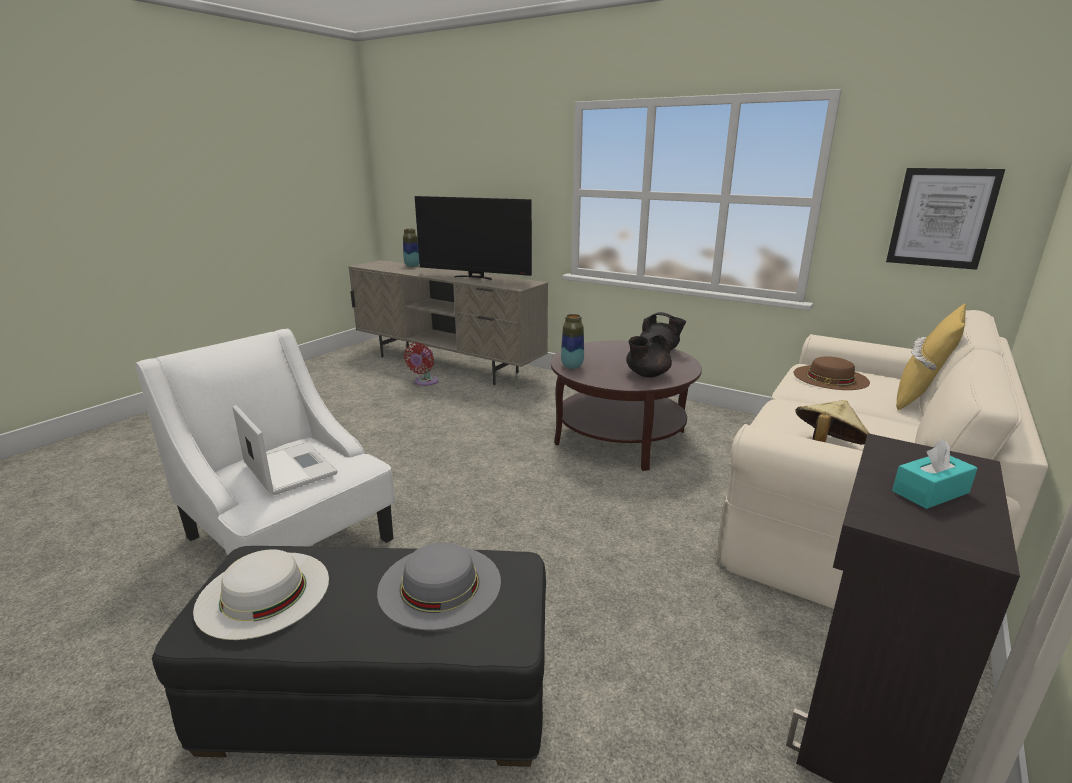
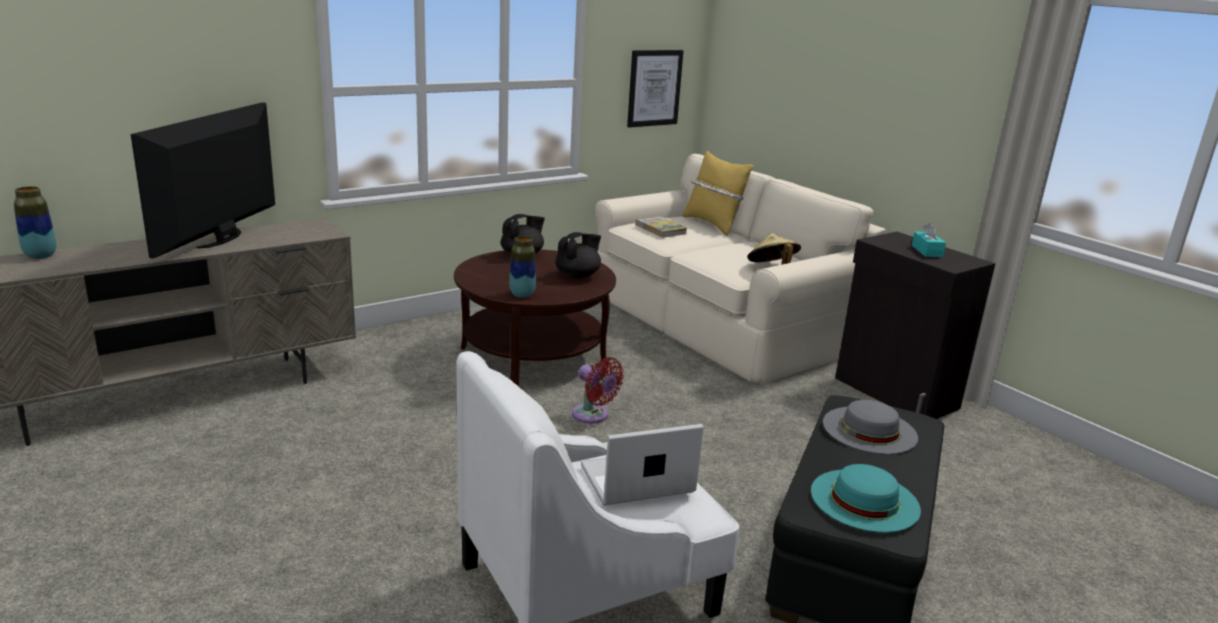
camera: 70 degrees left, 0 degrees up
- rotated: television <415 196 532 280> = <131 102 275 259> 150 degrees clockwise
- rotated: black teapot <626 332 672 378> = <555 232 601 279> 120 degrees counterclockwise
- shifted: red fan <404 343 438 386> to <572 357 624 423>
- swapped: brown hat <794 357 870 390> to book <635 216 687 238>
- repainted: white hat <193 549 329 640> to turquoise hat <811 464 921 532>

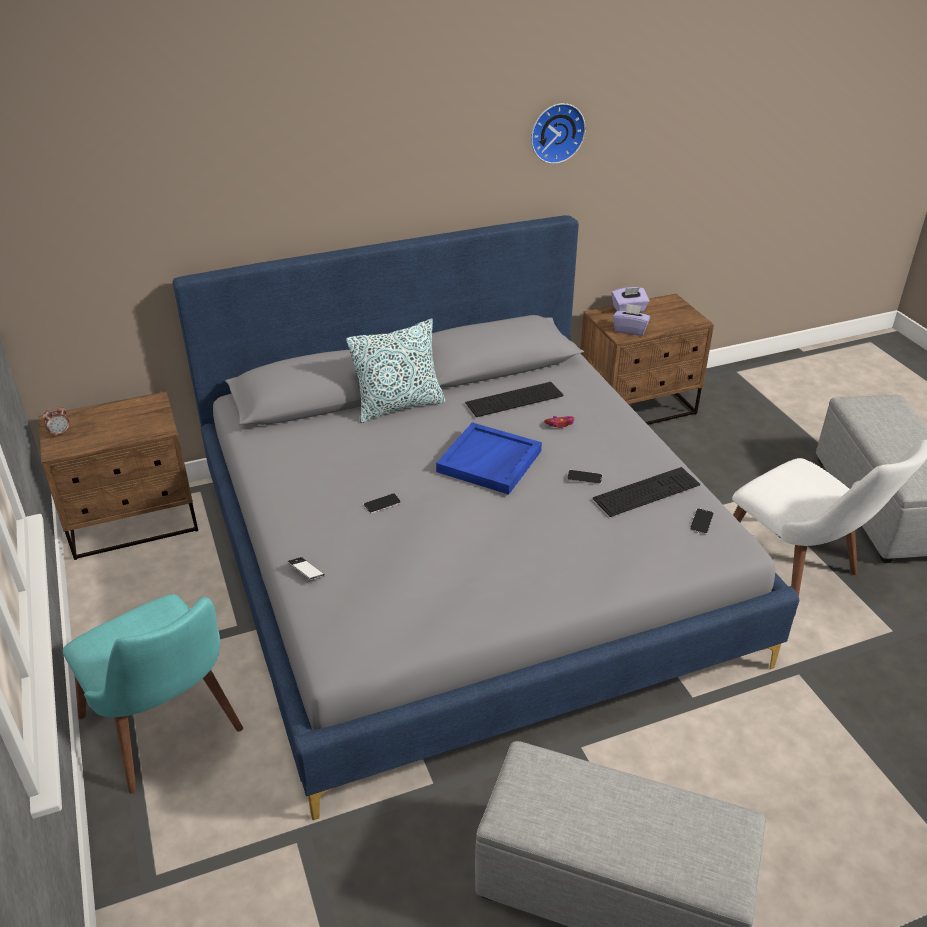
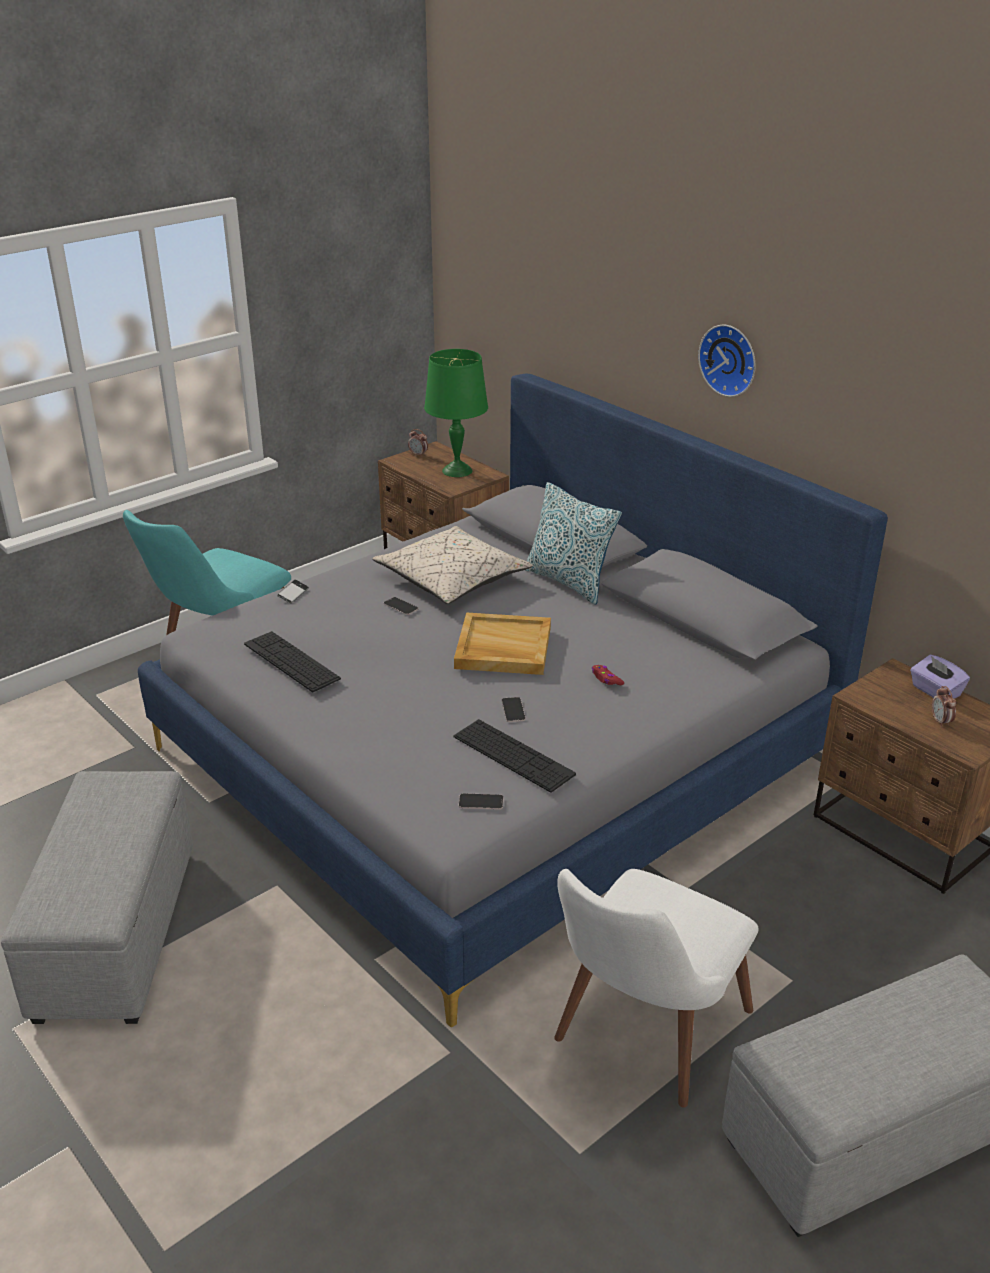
camera: 70 degrees right, 5 degrees down
- shifted: keyboard <465 382 563 417> to <244 631 341 692>
- new: beige pillow <372 526 533 604>
- new: green table lamp <424 349 488 477>
- repainted: blue tray <436 422 542 495> to beige tray <454 612 551 675>
- shifted: wall clock <531 103 586 164> to <698 325 756 397>
- new: alarm clock <932 686 957 727>
- gone: purple tissue box <613 304 650 336>

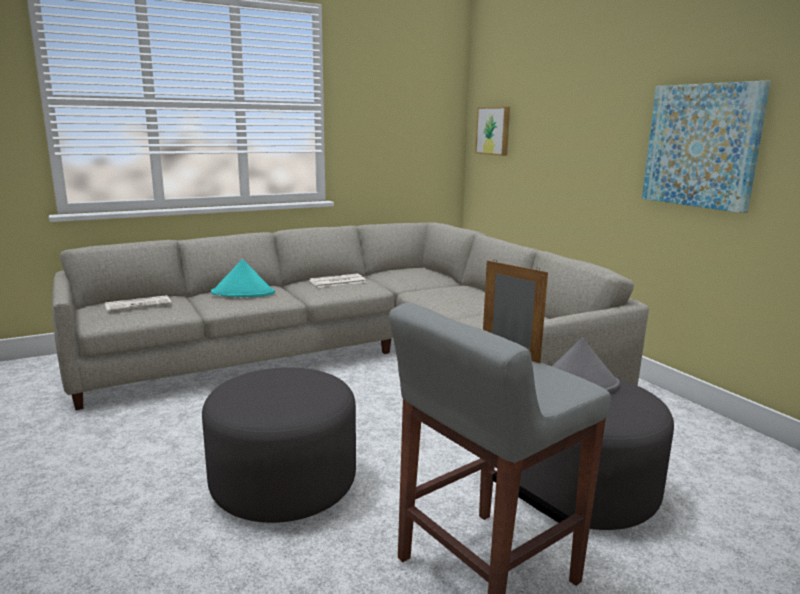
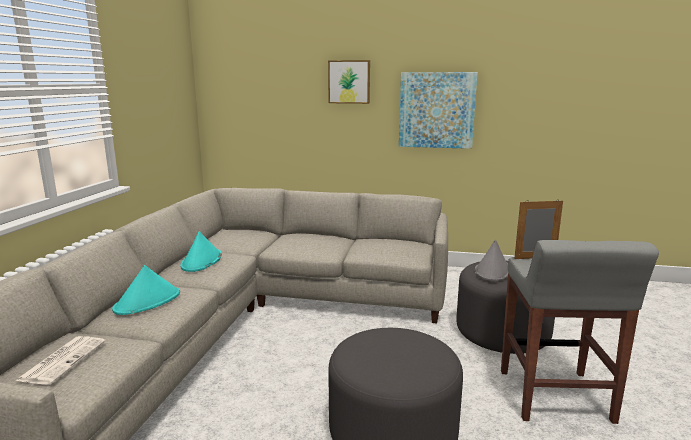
camera: 50 degrees left, 0 degrees up
- swapped: newspaper <310 274 366 287> to turquoise hat <180 231 222 272>
- shifted: picture <475 107 510 156> to <328 60 370 104>

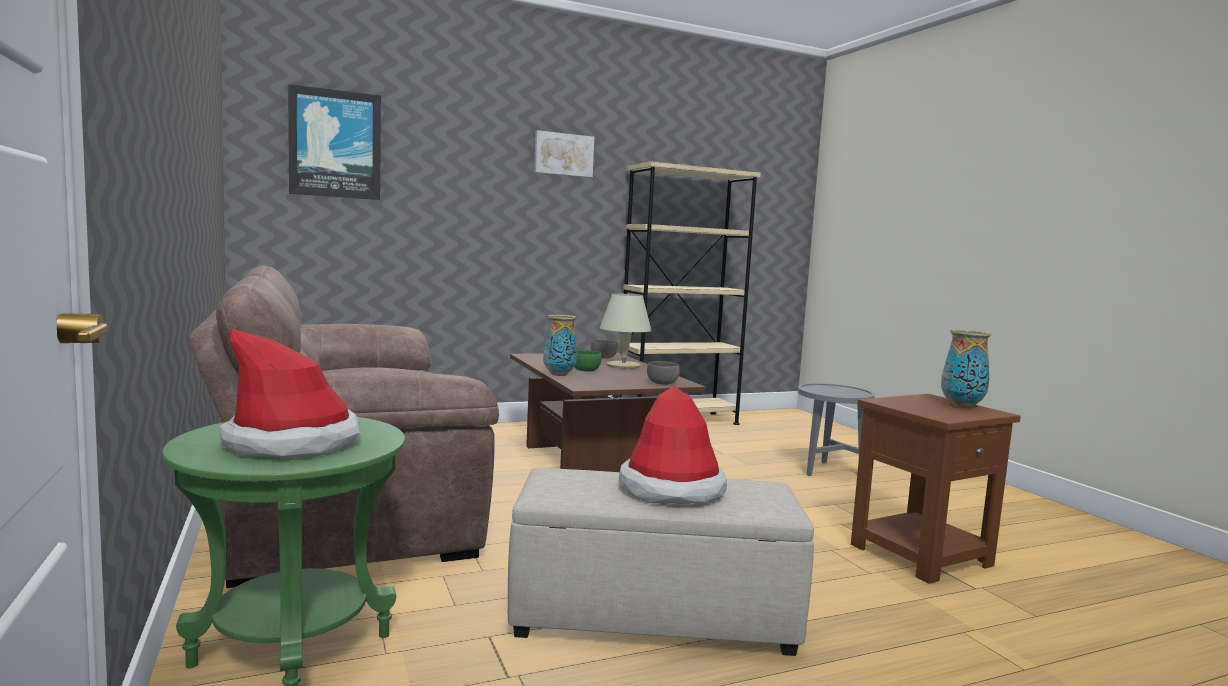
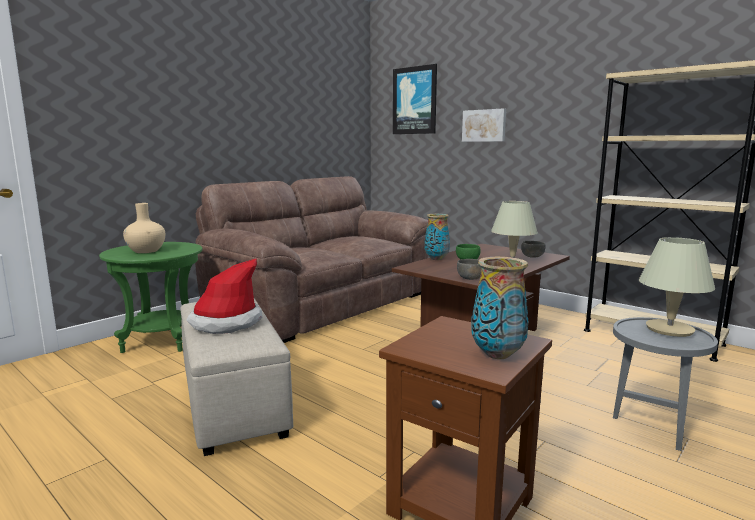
camera: 65 degrees right, 5 degrees up
- swapped: hat <220 329 360 457> to beige vase <123 203 165 253>
- shifted: picture <534 130 594 178> to <462 108 506 142>
- new: beige table lamp <639 237 715 337>

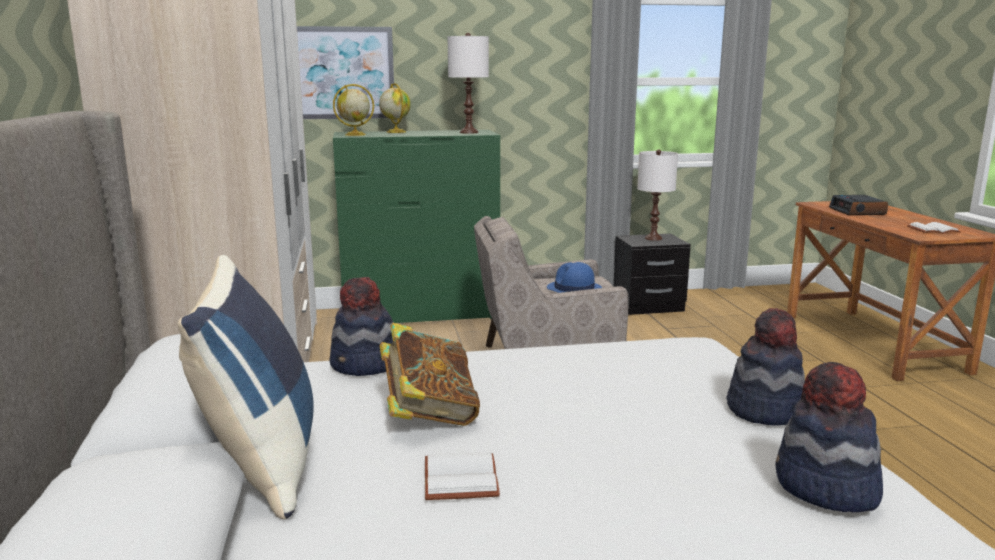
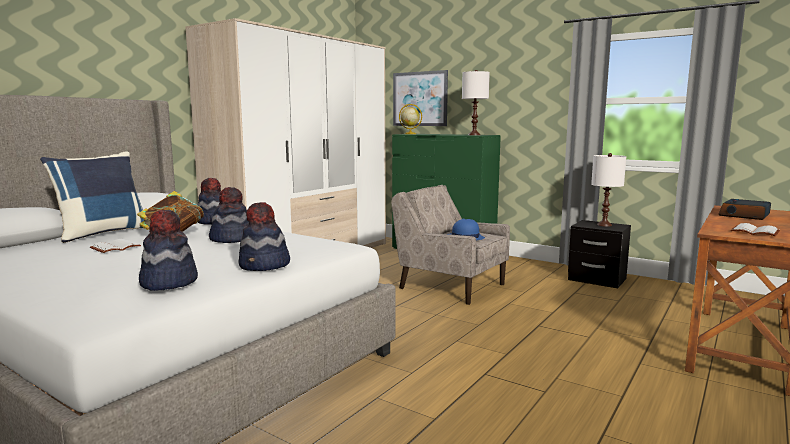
camera: 45 degrees right, 5 degrees down
- new: hat <209 187 249 243>
- gone: globe <379 83 411 133>

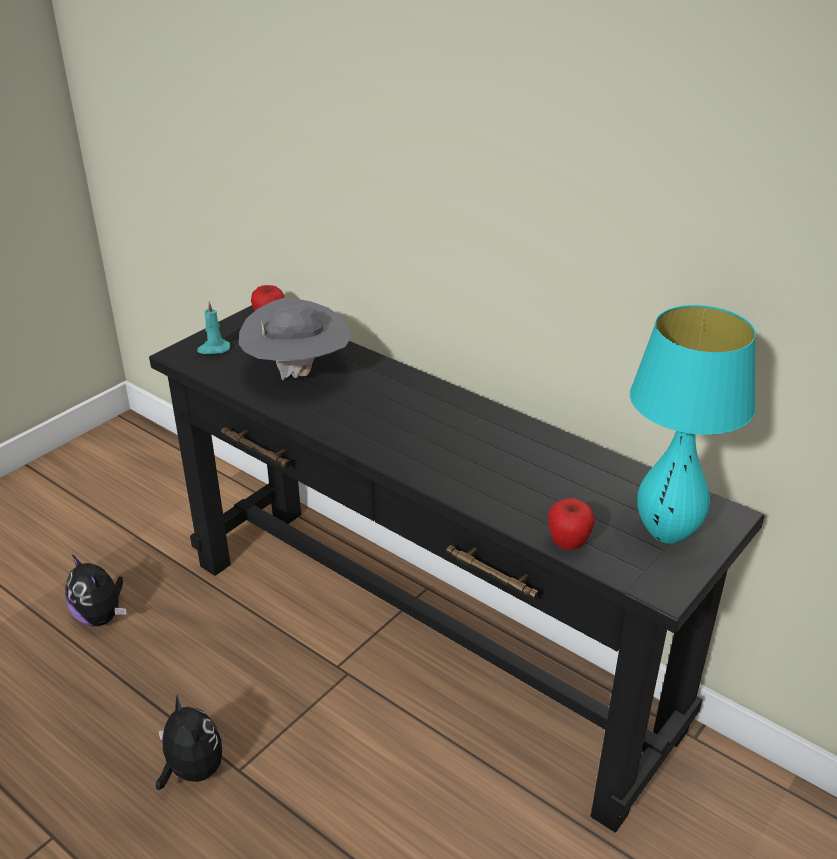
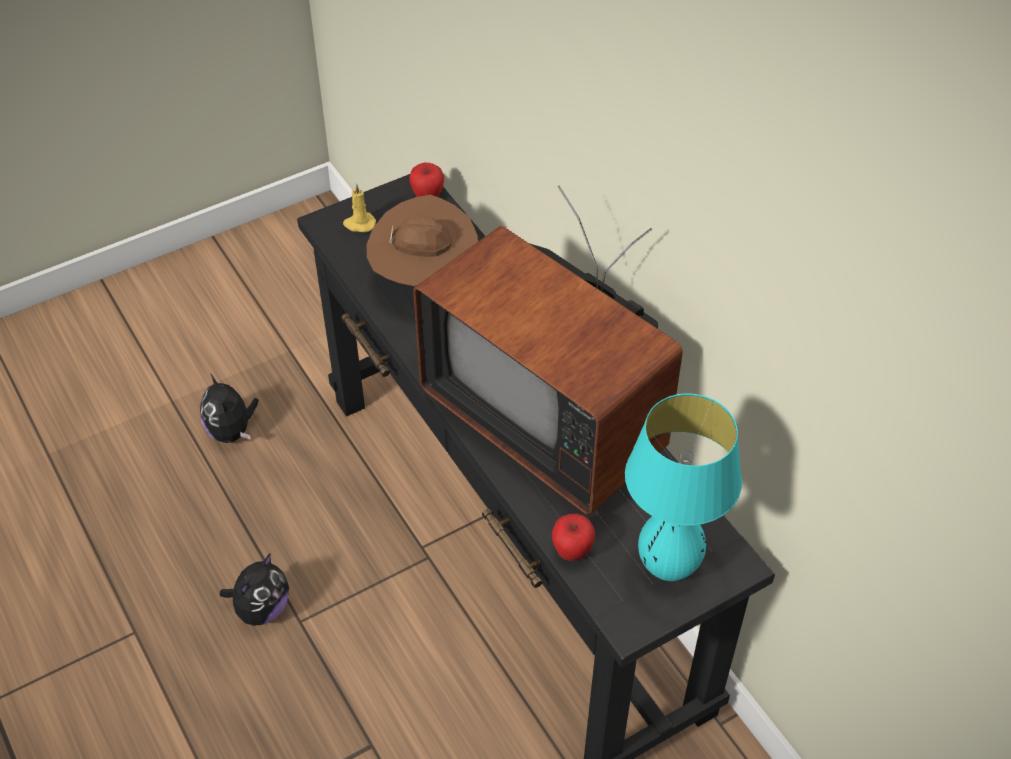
camera: 20 degrees right, 15 degrees up
- rotated: plush toy <156 694 223 790> = <220 554 289 626> 45 degrees clockwise
- repainted: turquoise candle <197 301 230 354> to yellow candle <343 183 376 233>
- repainted: grey hat <239 298 351 381> to brown hat <367 195 478 286>
- new: television <413 186 683 515>

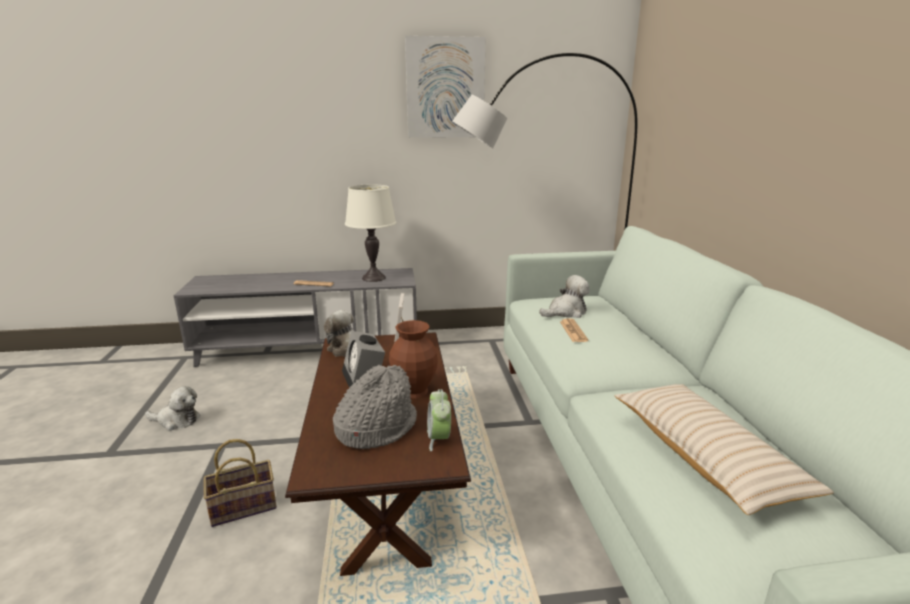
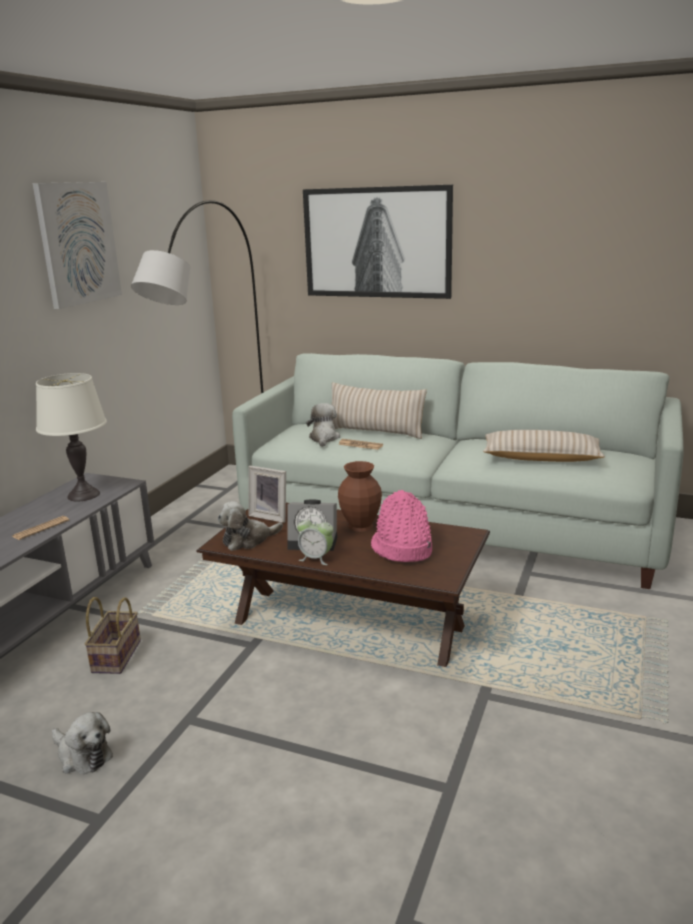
camera: 60 degrees left, 0 degrees up
- rotated: plush toy <145 386 200 431> = <52 712 113 774> 90 degrees clockwise
- shifted: basket <204 439 277 527> to <84 597 141 674>
- shifted: alarm clock <427 389 451 451> to <297 515 333 565>
- new: picture <303 185 453 299>
- new: beige pillow <332 382 427 439>
- repainted: grey hat <333 365 417 449> to pink hat <371 490 432 562>

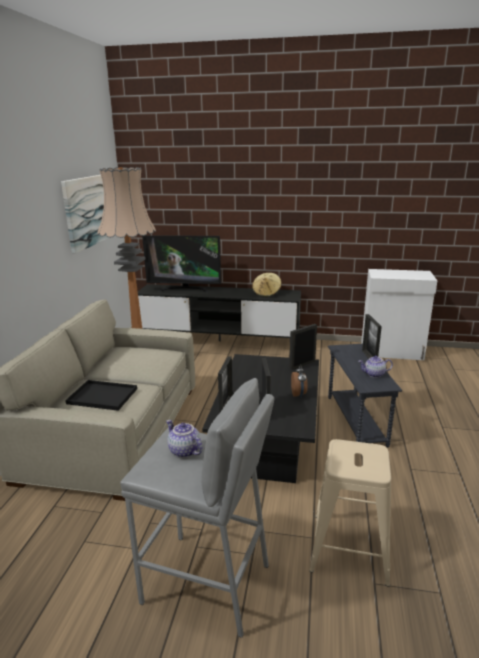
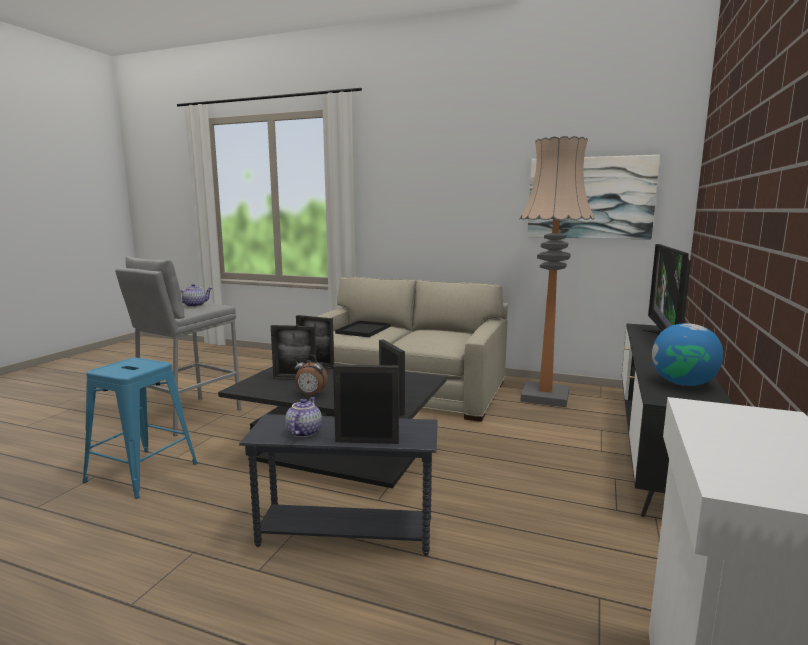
camera: 100 degrees right, 10 degrees down
- repainted: beige stool <309 439 391 587> to blue stool <83 358 198 499>
- swapped: beige hat <252 273 282 297> to globe <652 323 723 386>

